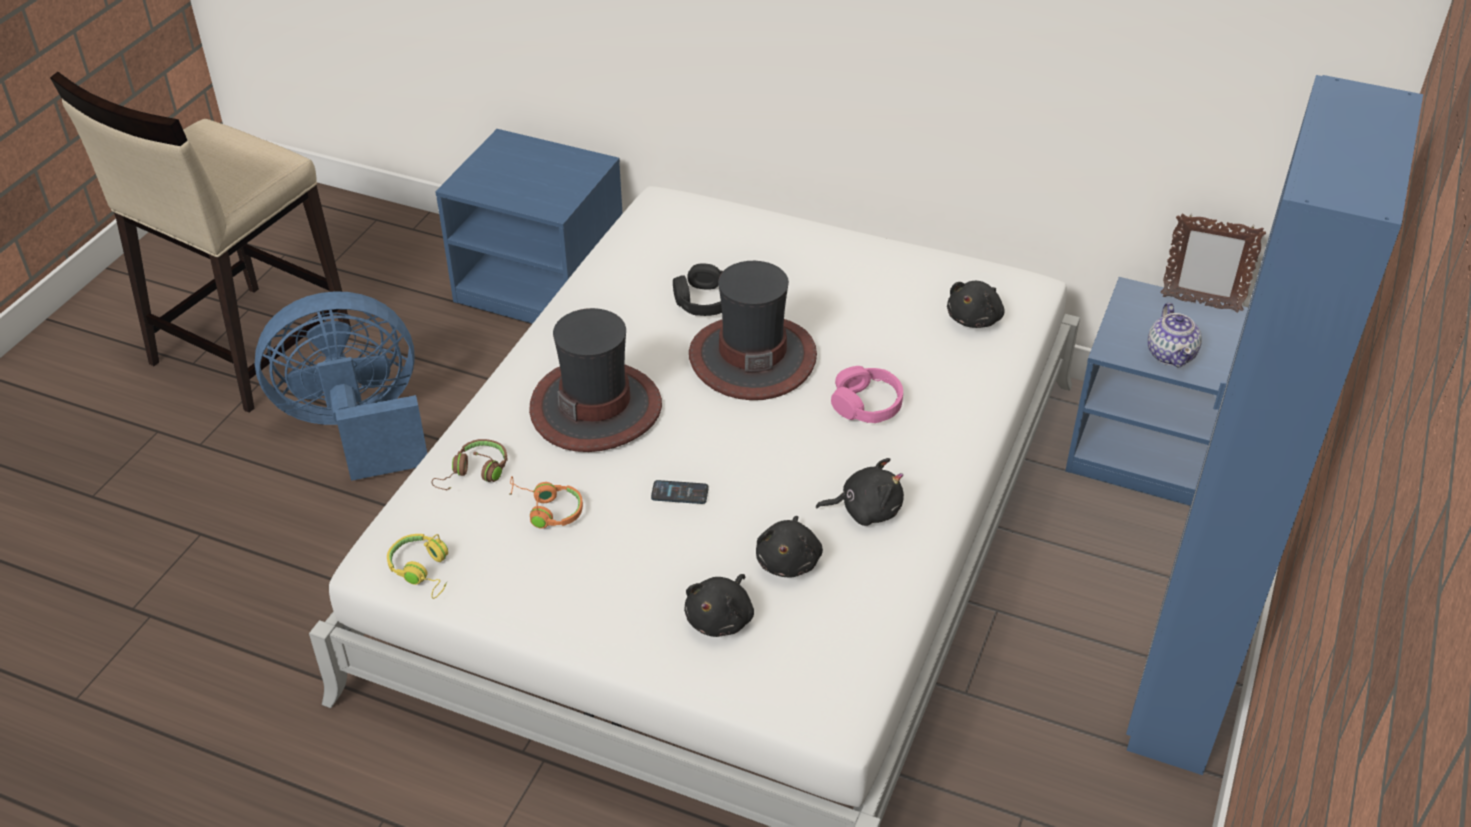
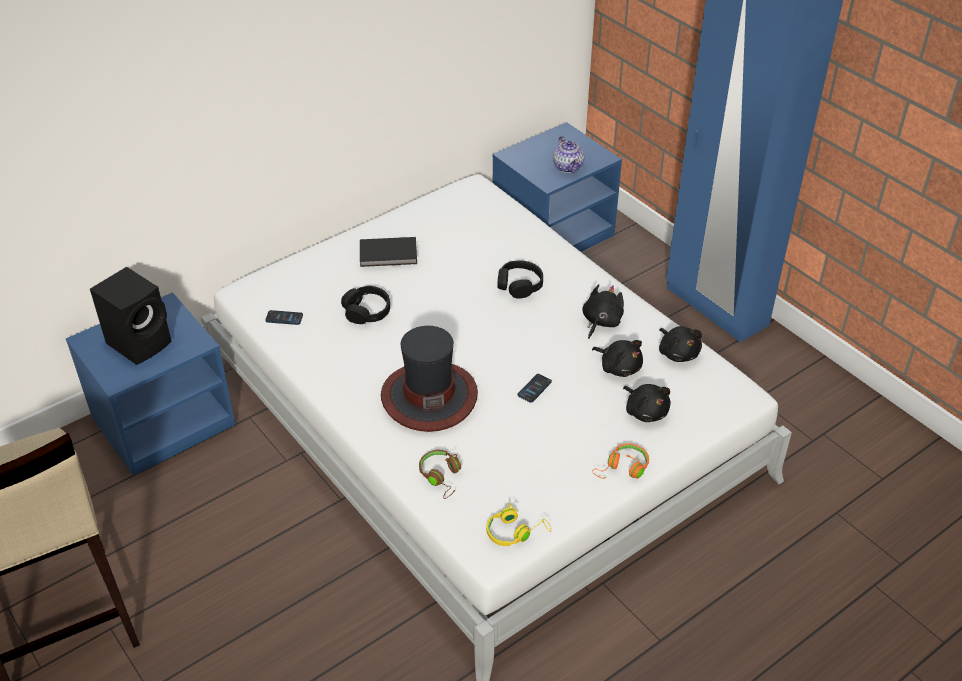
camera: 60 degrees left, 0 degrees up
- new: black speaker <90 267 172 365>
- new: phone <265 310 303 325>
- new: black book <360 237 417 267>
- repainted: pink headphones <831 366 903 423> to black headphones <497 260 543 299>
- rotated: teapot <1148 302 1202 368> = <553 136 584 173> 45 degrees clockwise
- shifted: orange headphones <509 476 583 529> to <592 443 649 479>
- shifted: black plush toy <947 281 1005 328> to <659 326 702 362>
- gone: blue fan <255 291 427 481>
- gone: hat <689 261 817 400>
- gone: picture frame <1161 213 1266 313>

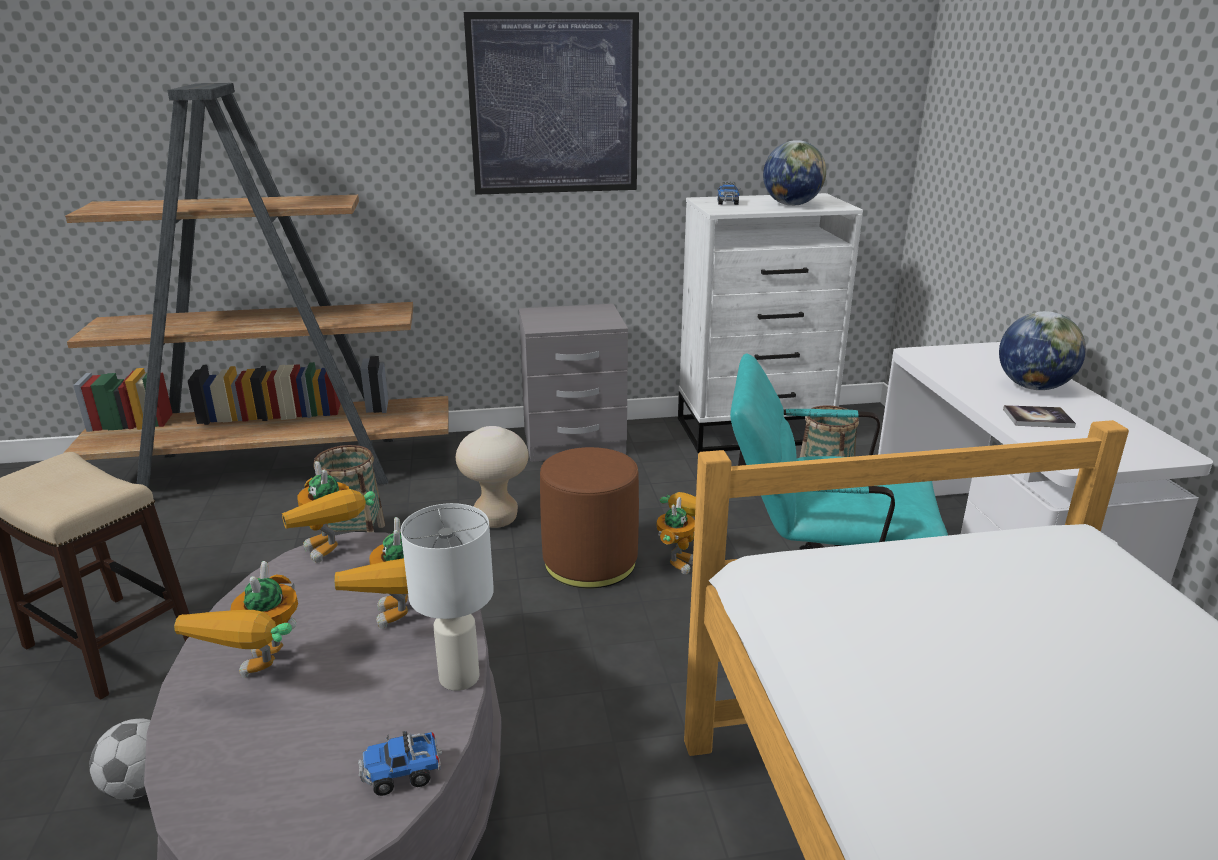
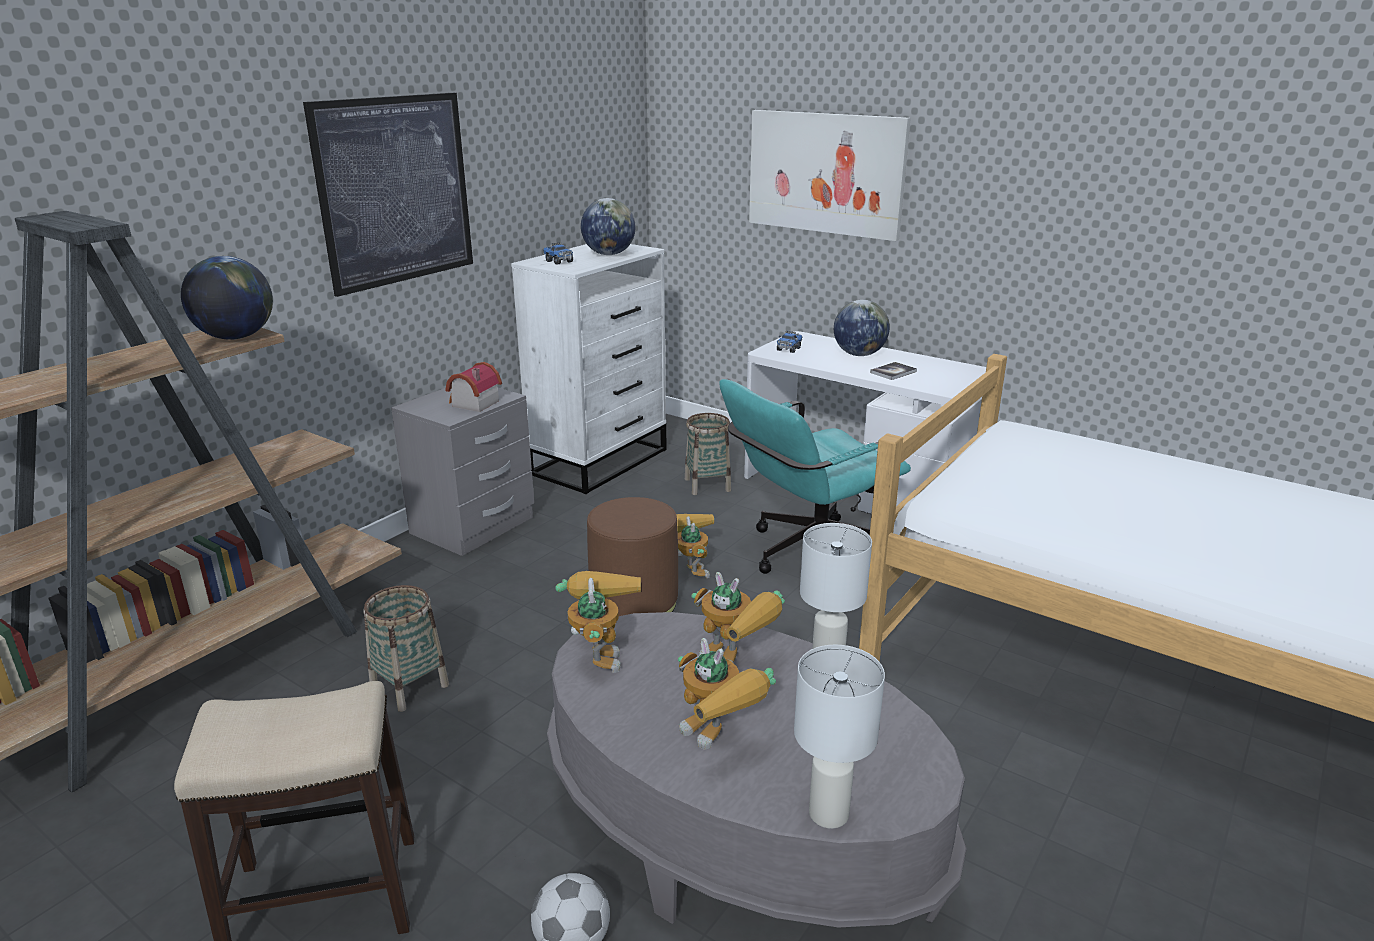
camera: 45 degrees left, 0 degrees up
- new: globe <181 256 273 340>
- new: toy house <445 362 502 412>
- rotated: toy robot <282 461 375 563> = <555 571 641 673> 105 degrees counterclockwise
- new: picture <749 110 911 241>
- shifted: toy truck <358 731 442 796> to <777 331 802 353>
- new: white table lamp <794 645 885 829>
- gone: beige stool <456 426 529 528>

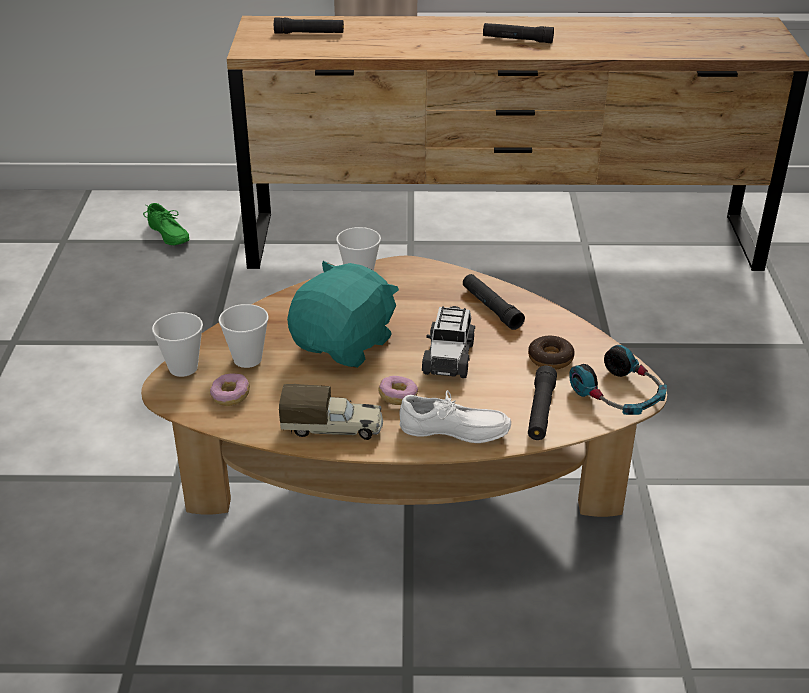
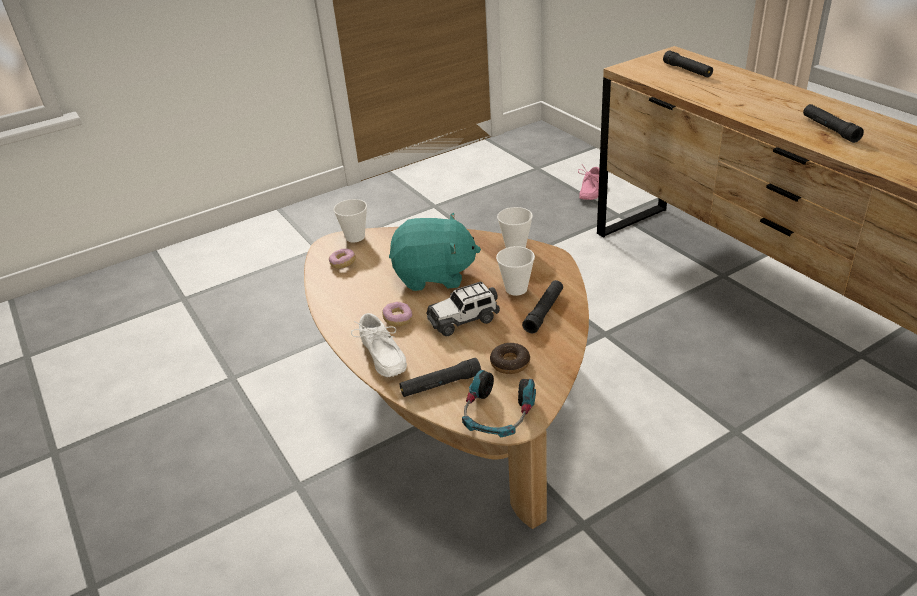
camera: 60 degrees right, 0 degrees up
- shifted: cup <219 304 269 368> to <496 246 535 296>
- repainted: green shoe <143 203 189 246> to pink shoe <578 164 599 200>
- gone: toy truck <279 384 383 440>

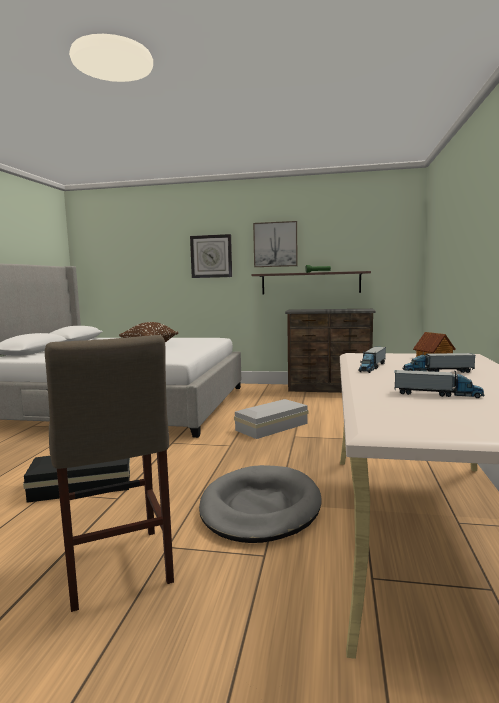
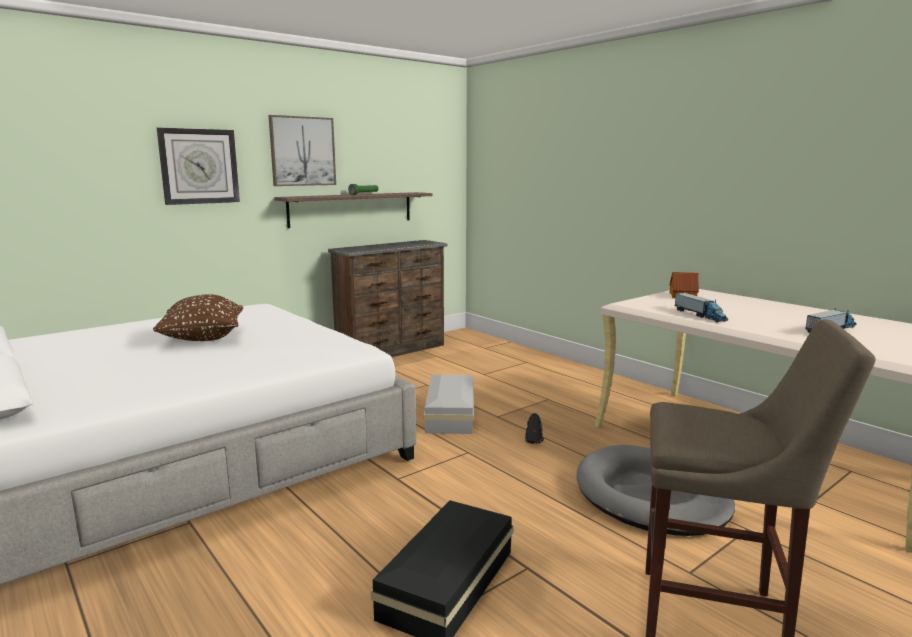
camera: 50 degrees left, 5 degrees up
- new: black shoe <525 413 544 444>
- gone: toy truck <403 352 475 373>

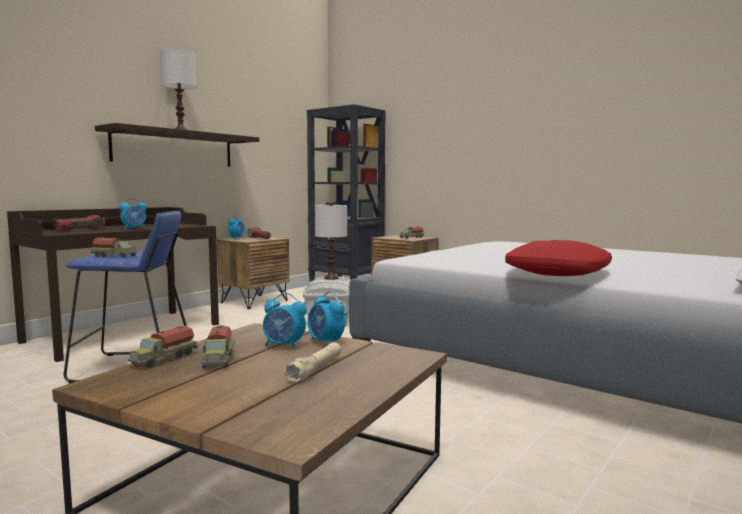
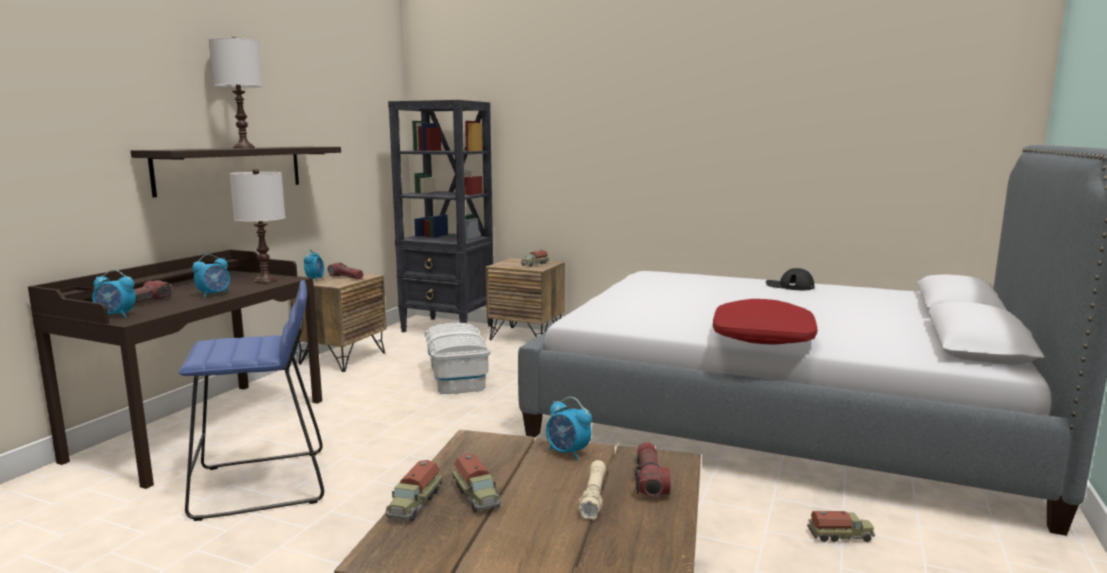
camera: 15 degrees left, 5 degrees up
- shifted: alarm clock <263 293 307 349> to <92 270 136 318>
- shifted: white table lamp <315 202 347 280> to <229 168 285 284>
- new: flashlight <635 442 671 497>
- new: black cap <766 268 815 290>
- shifted: toy truck <91 237 137 258> to <807 511 875 542>

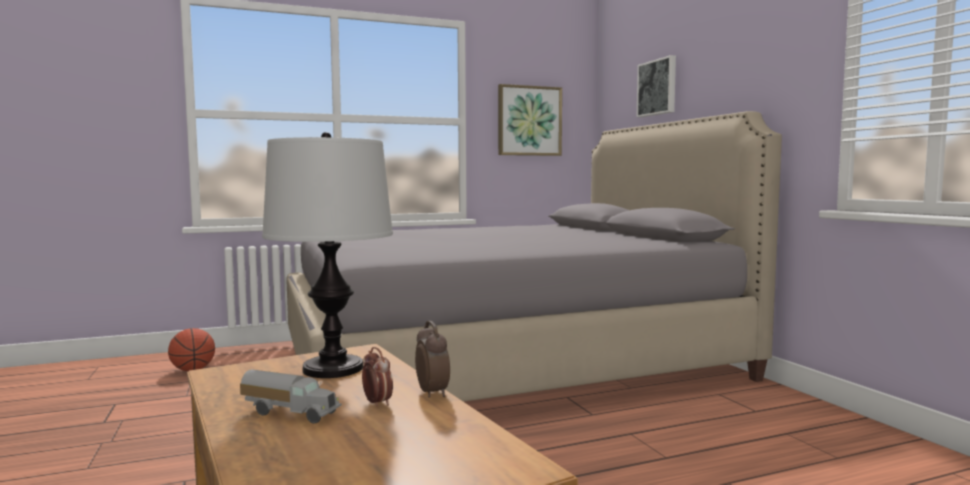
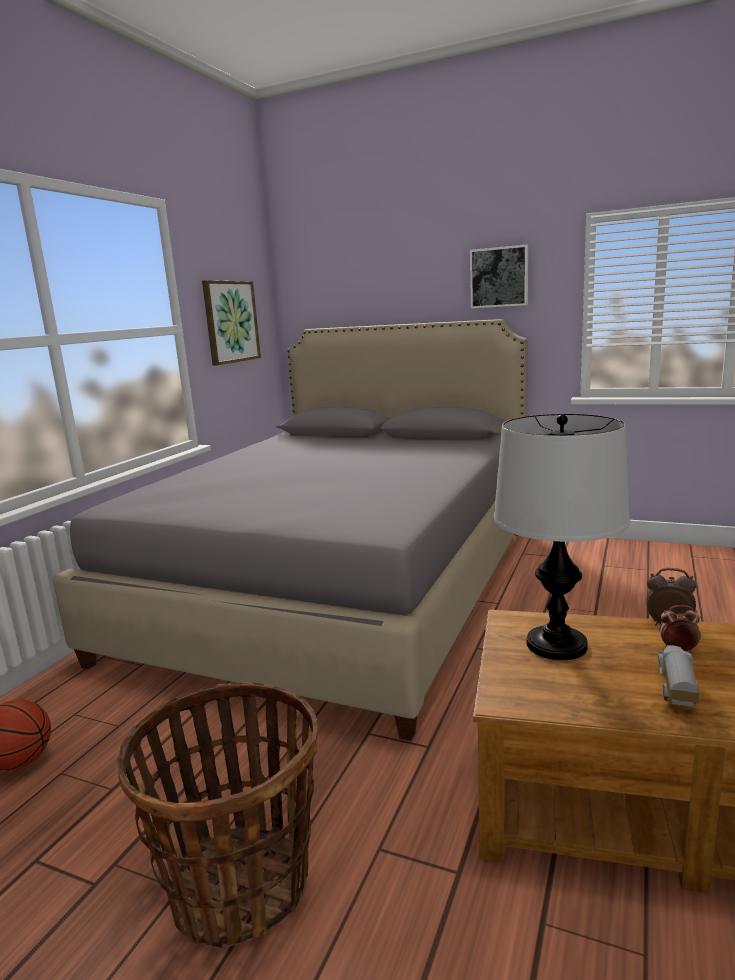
camera: 45 degrees left, 10 degrees up
- new: basket <117 682 318 949>
- shifted: picture <637 55 676 117> to <470 244 528 308>
- rotated: toy truck <240 369 342 424> = <657 645 699 707> 45 degrees counterclockwise

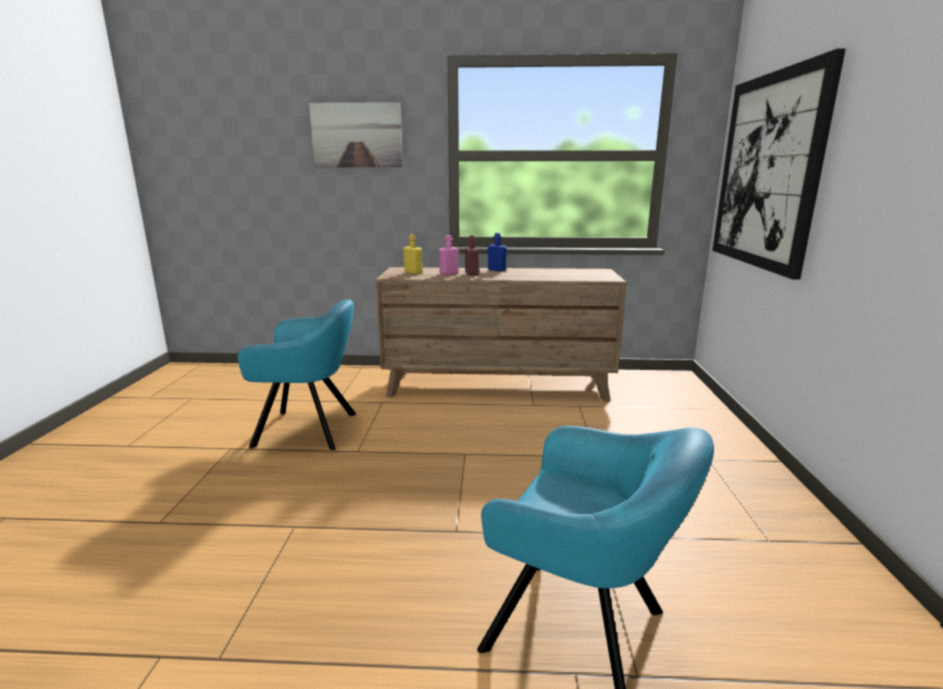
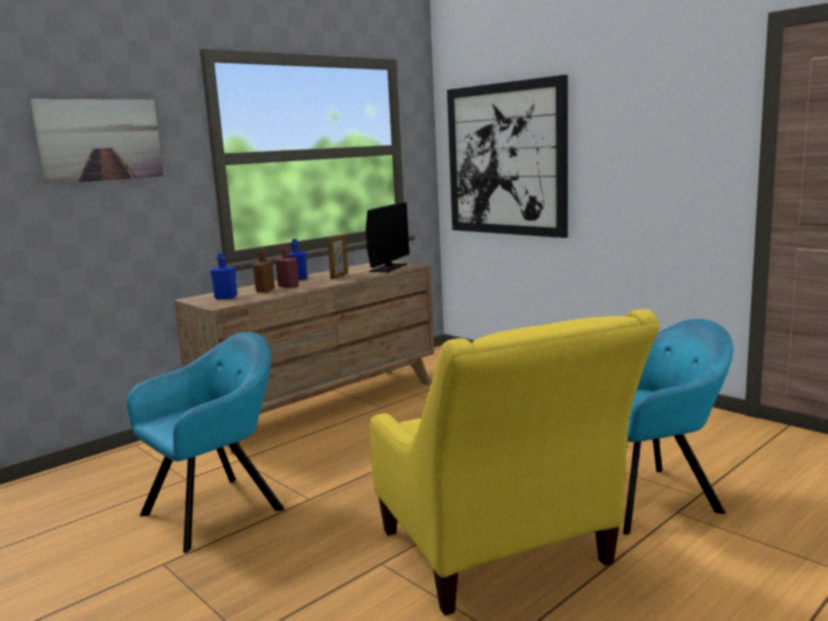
camera: 45 degrees left, 5 degrees down
- repainted: yellow bottle <403 234 422 274> to blue bottle <210 253 237 299>
- repainted: pink bottle <439 235 459 275> to brown bottle <253 247 275 293>
- new: picture frame <328 234 348 279>
- new: monitor <366 202 409 272>
- new: yellow armchair <370 309 660 615>

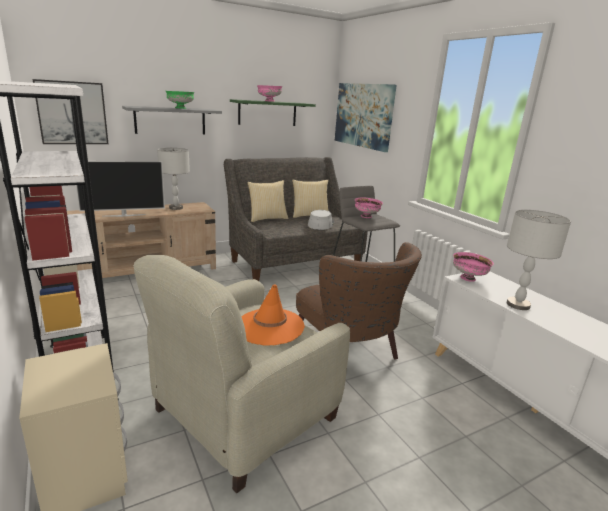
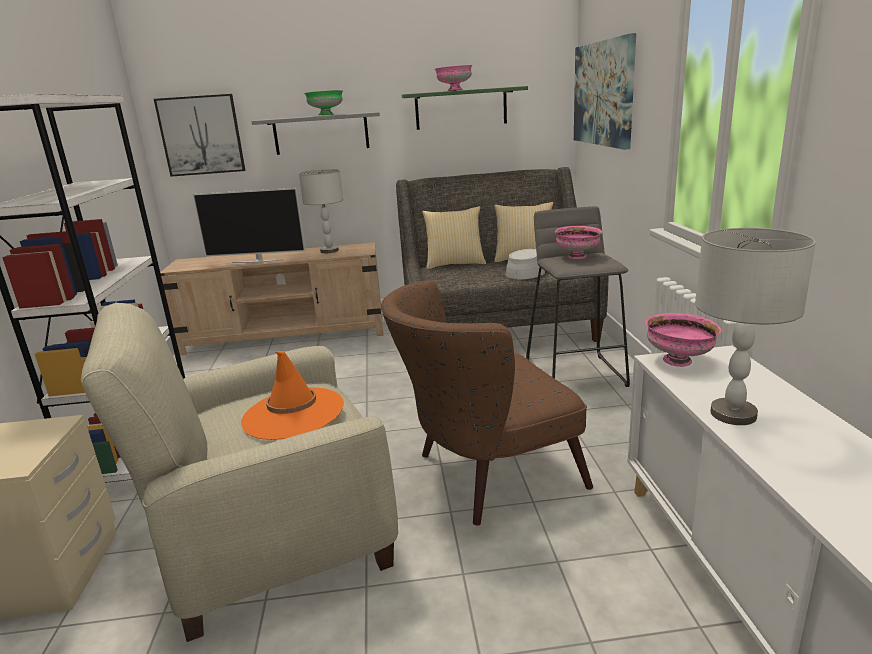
camera: 25 degrees right, 0 degrees up
- rotated: brown armchair <296 242 422 360> = <381 281 593 526> 75 degrees clockwise

